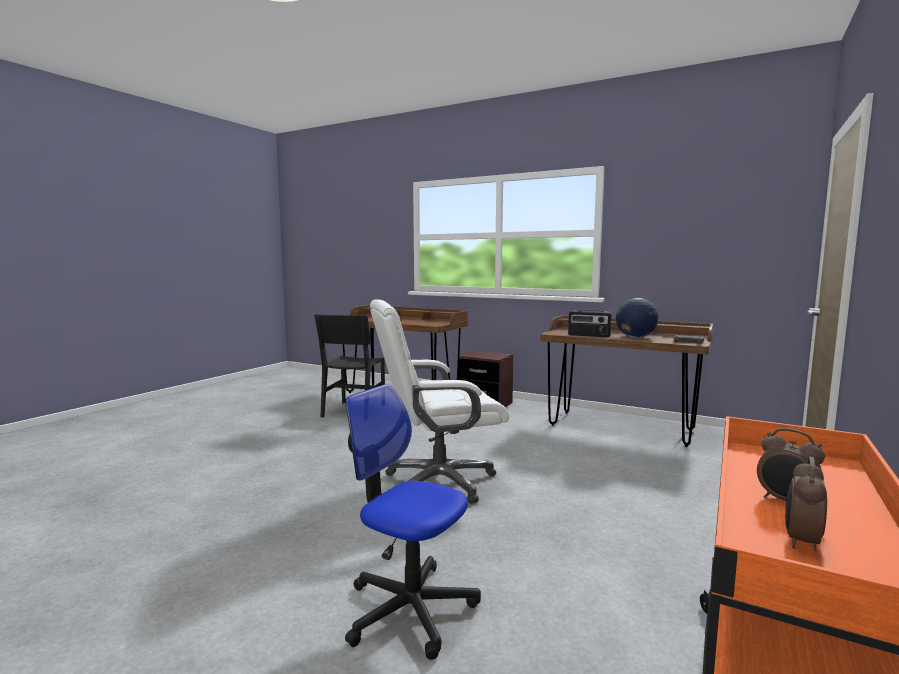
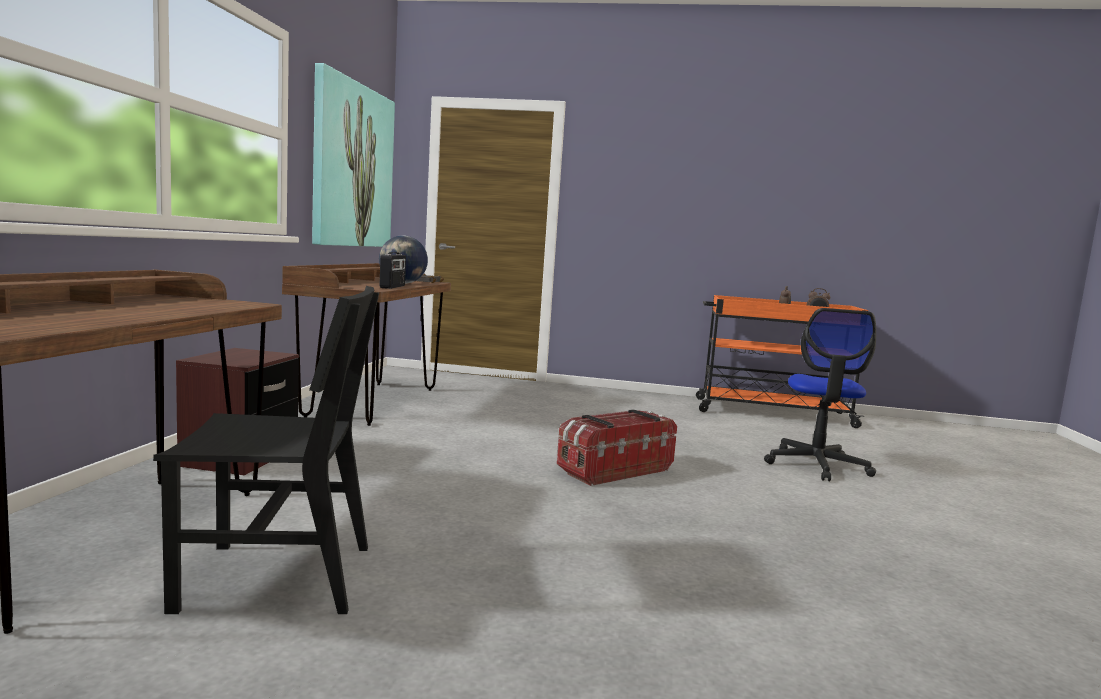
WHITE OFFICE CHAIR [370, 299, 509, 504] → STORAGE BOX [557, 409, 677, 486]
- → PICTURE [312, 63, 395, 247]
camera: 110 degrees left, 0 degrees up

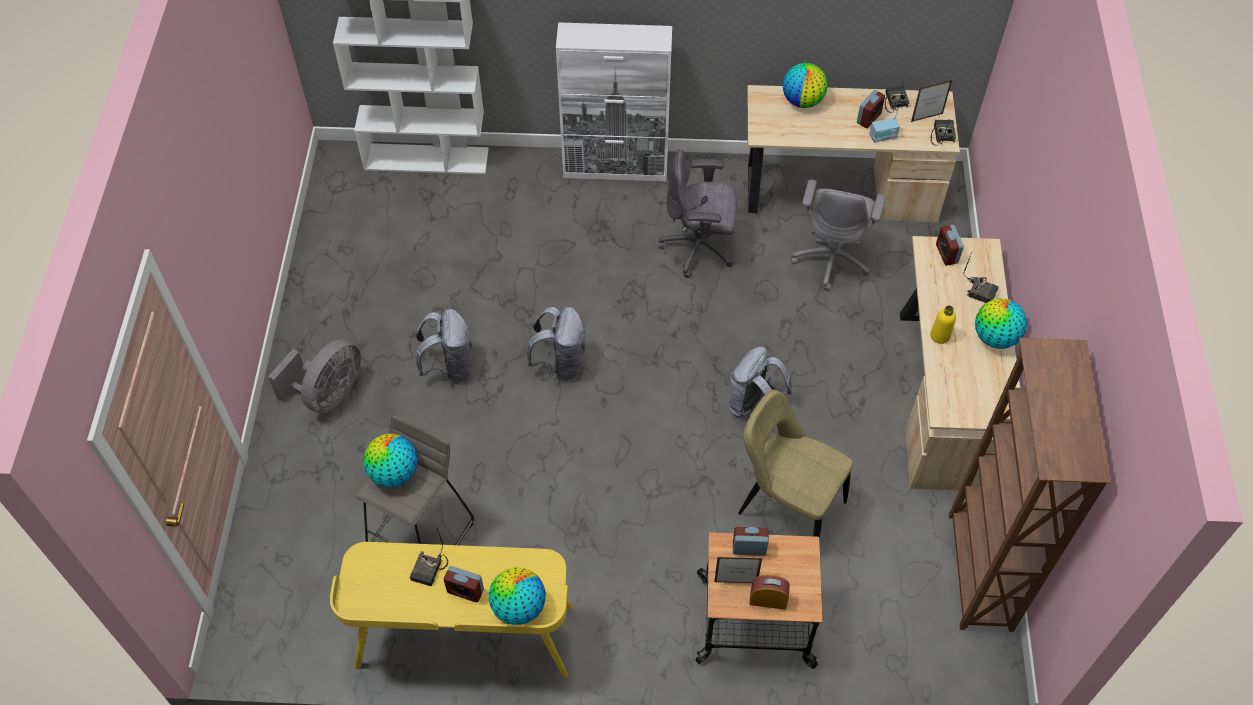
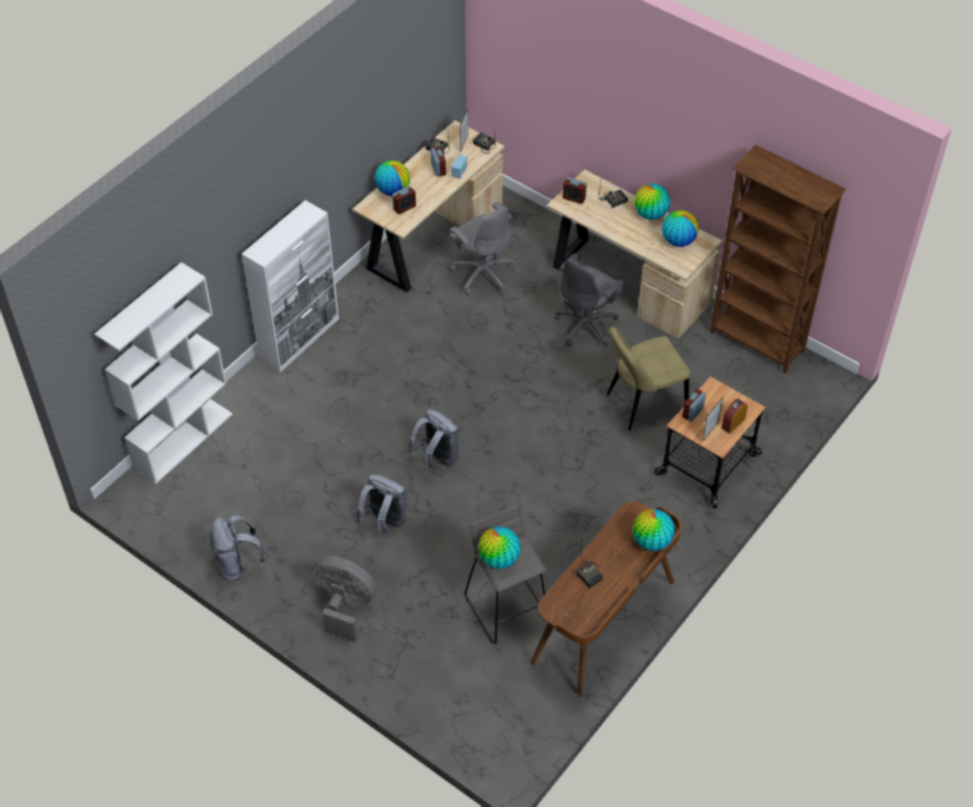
GREY FAN [268, 339, 361, 413] → GREY FAN [312, 556, 376, 642], 45 degrees counterclockwise
YELLOW DESK [330, 542, 573, 678] → BROWN DESK [530, 502, 681, 697]
ALARM CLOCK [444, 566, 484, 602] → ALARM CLOCK [392, 186, 416, 214], moved
GREY OFFICE CHAIR [659, 149, 737, 278] → GREY OFFICE CHAIR [554, 253, 624, 346], moved
GREY BACKPACK [728, 347, 792, 418] → GREY BACKPACK [210, 515, 266, 580], moved
YELLOW BOTTLE [930, 305, 956, 344] → -
- → GLOBE [662, 210, 698, 247]
camera: 55 degrees left, 5 degrees down

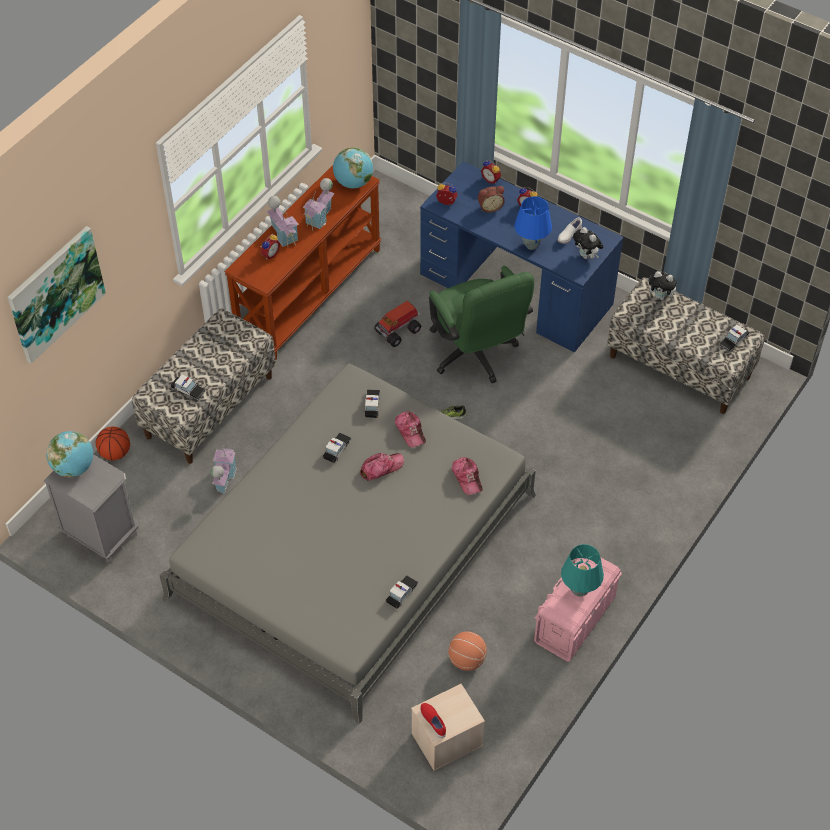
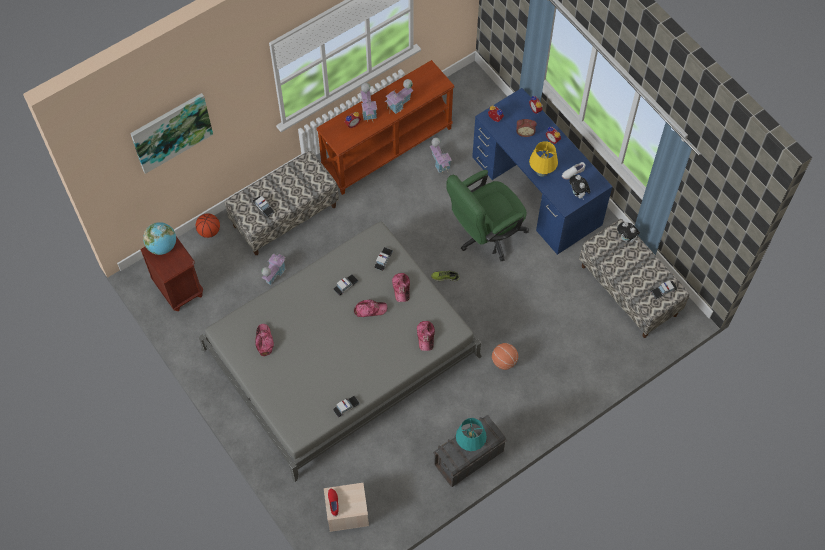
GREY NIGHTSTAND [44, 454, 138, 563] → BROWN NIGHTSTAND [140, 236, 203, 311]
GLOBE [333, 147, 373, 188] → -
TOY TRUCK [374, 301, 421, 347] → -
GREEN OFFICE CHAIR [429, 266, 534, 383] → GREEN OFFICE CHAIR [446, 170, 529, 261], 60 degrees clockwise
BASKETBALL [448, 631, 487, 671] → BASKETBALL [492, 343, 518, 370], moved
BLUE TABLE LAMP [514, 196, 552, 250] → YELLOW TABLE LAMP [529, 141, 558, 177]
PINK STORAGE BOX [534, 558, 622, 662] → GREY STORAGE BOX [433, 415, 507, 487]
- → CAP [255, 324, 274, 356]
- → TOY HOUSE [430, 137, 452, 174]
camera: 20 degrees right, 10 degrees up

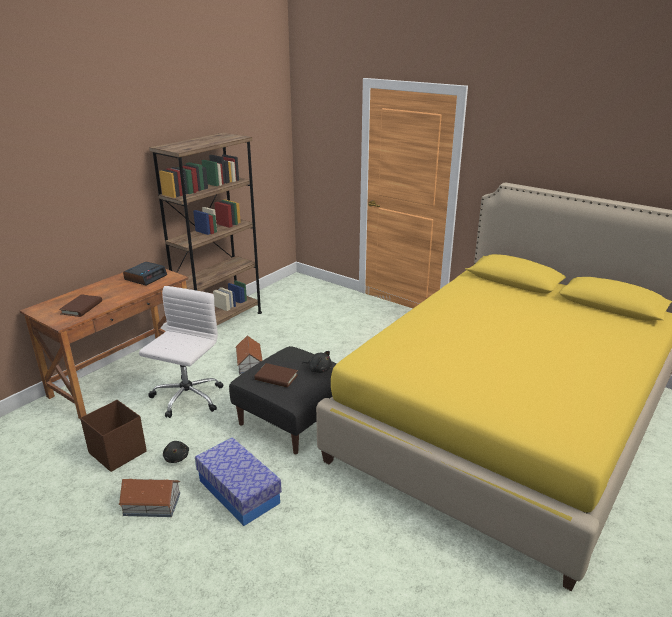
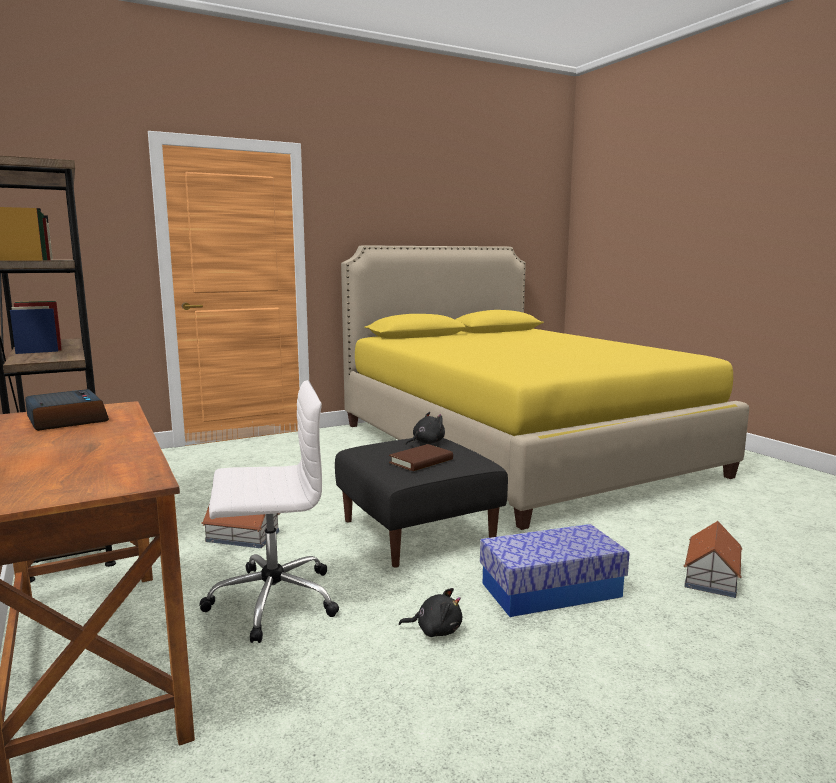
BROWN BOOK [59, 294, 102, 317] → -
BROWN STORAGE BOX [80, 400, 147, 472] → -
TOY HOUSE [118, 479, 180, 517] → TOY HOUSE [683, 521, 742, 598], moved
WHITE OFFICE CHAIR [139, 286, 223, 418] → WHITE OFFICE CHAIR [200, 380, 339, 643], 120 degrees clockwise
camera: 65 degrees left, 15 degrees down

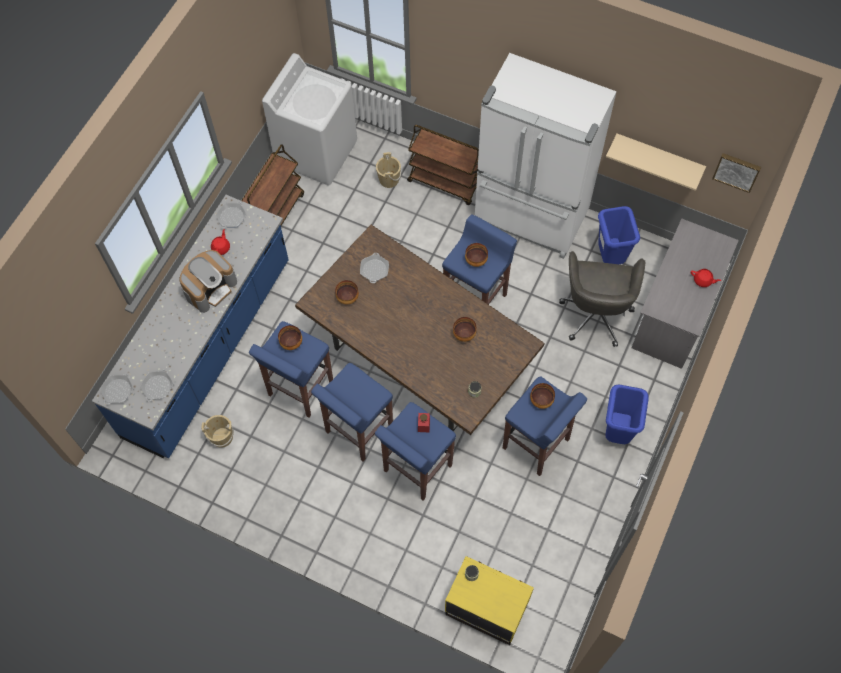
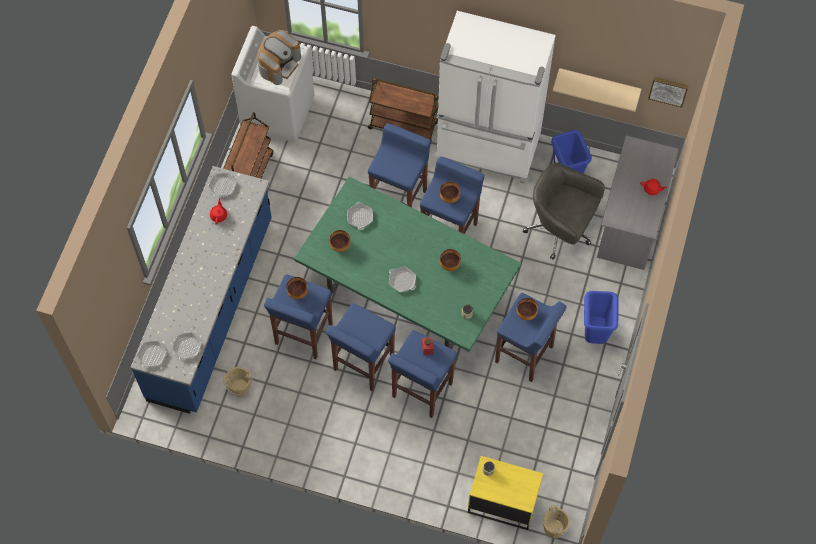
COFFEE MACHINE [179, 250, 237, 313] → COFFEE MACHINE [258, 30, 301, 85], moved
BROWN DINING TABLE [295, 225, 545, 435] → GREEN DINING TABLE [294, 176, 522, 352]
BEIGE BUCKET [376, 152, 401, 188] → BEIGE BUCKET [543, 506, 570, 538], moved
GREY OFFICE CHAIR [559, 251, 645, 347] → GREY OFFICE CHAIR [523, 162, 605, 260], 120 degrees clockwise
- → BLUE STOOL [368, 123, 431, 208]
- → FRYING PAN [389, 266, 416, 292]
camera: 10 degrees left, 0 degrees up

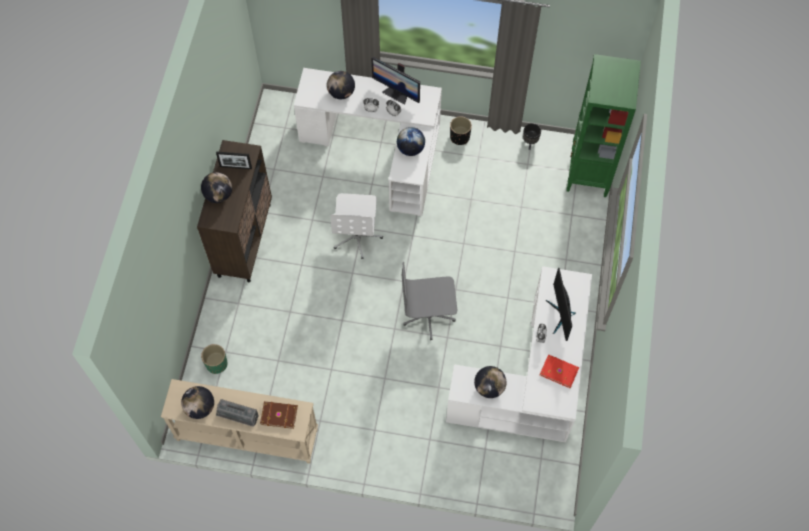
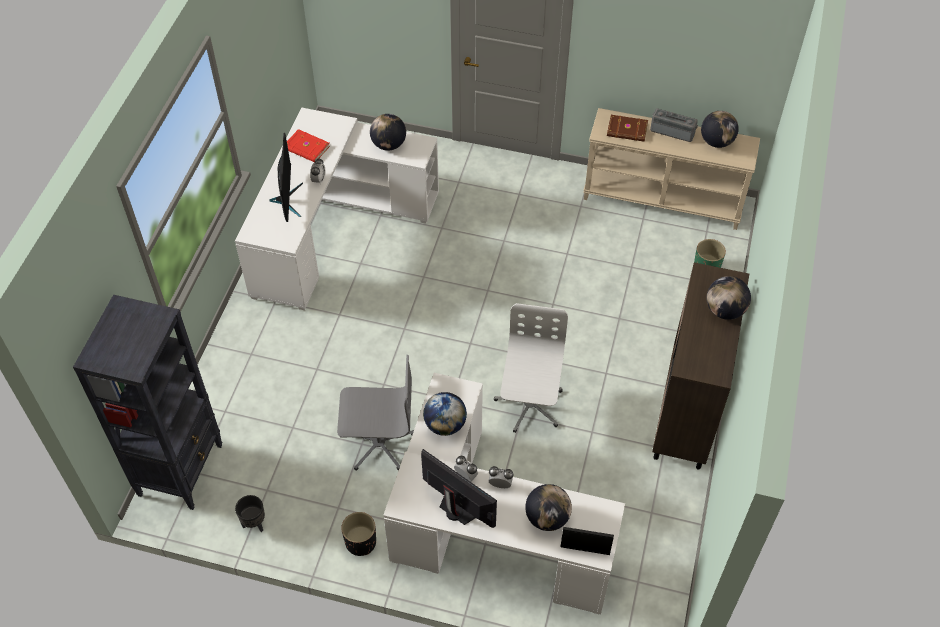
PICTURE FRAME [216, 151, 252, 169] → PICTURE FRAME [561, 527, 614, 555], moved
GREY OFFICE CHAIR [402, 262, 457, 340] → GREY OFFICE CHAIR [337, 355, 414, 471], moved
GREEN BOOKCASE [566, 54, 641, 197] → BLACK BOOKCASE [73, 295, 222, 510]
camera: 175 degrees left, 10 degrees down

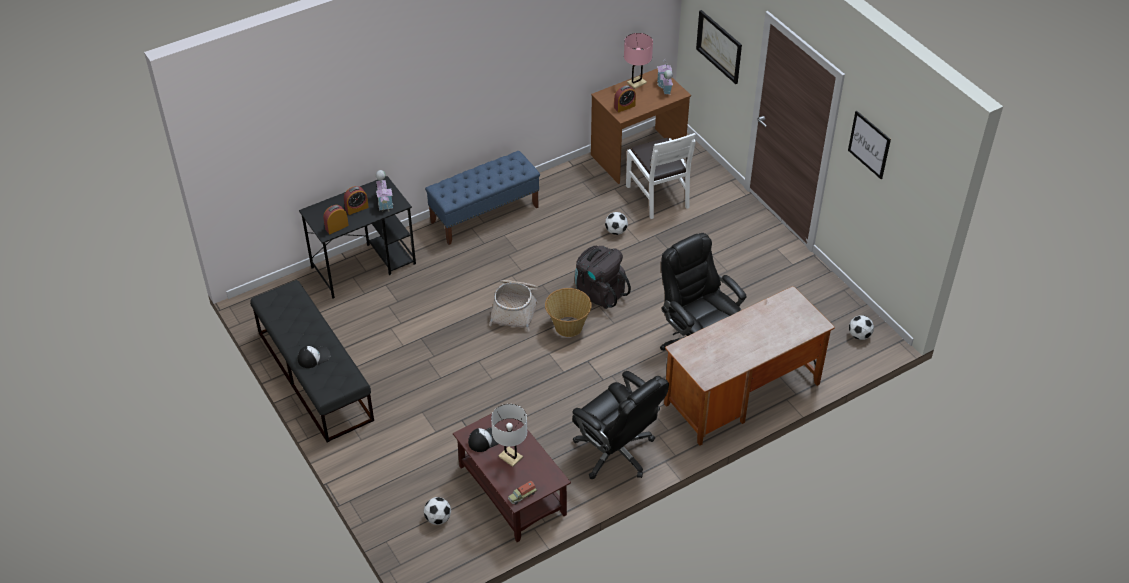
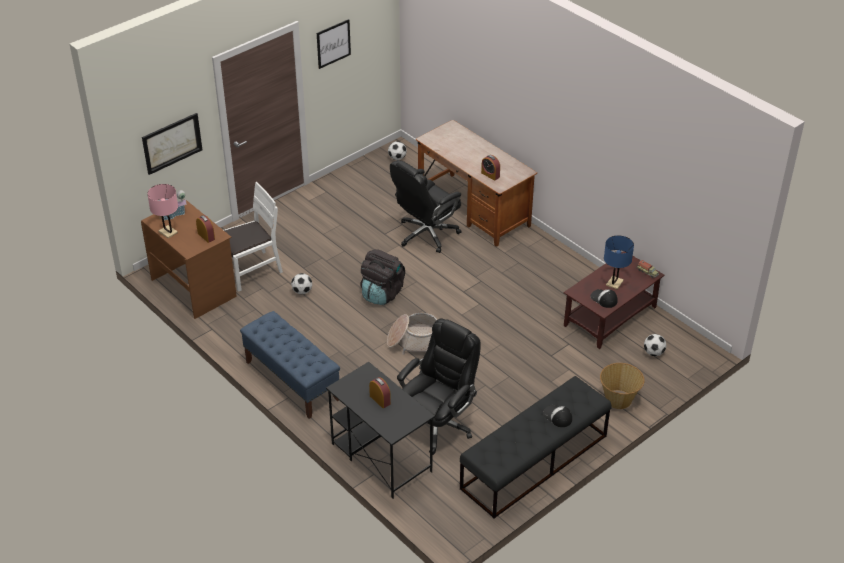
ALARM CLOCK [323, 205, 349, 234] → ALARM CLOCK [481, 155, 500, 181], moved
TOY HOUSE [376, 170, 393, 210] → -
WHITE TABLE LAMP [491, 404, 527, 467] → BLUE TABLE LAMP [604, 235, 634, 289]
BASKET [545, 288, 592, 337] → BASKET [600, 363, 645, 409], moved
BLACK OFFICE CHAIR [572, 371, 669, 479] → BLACK OFFICE CHAIR [397, 318, 480, 455], moved
camera: 100 degrees left, 5 degrees down

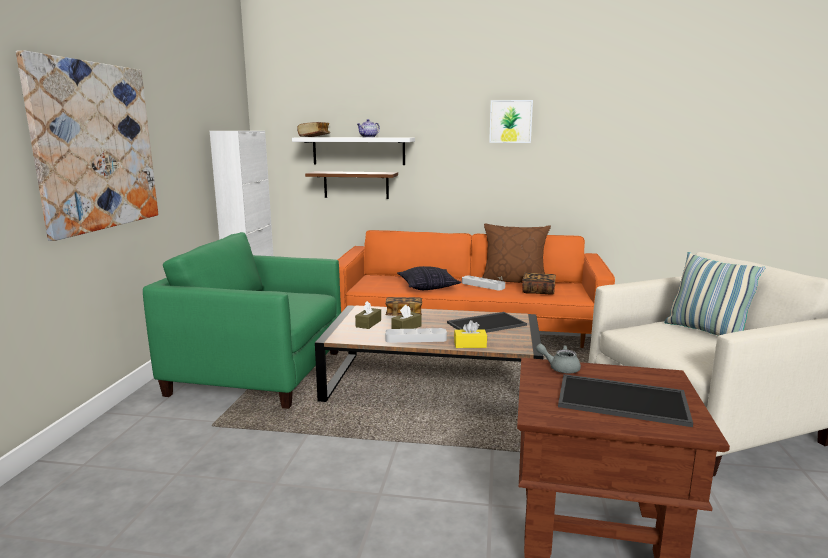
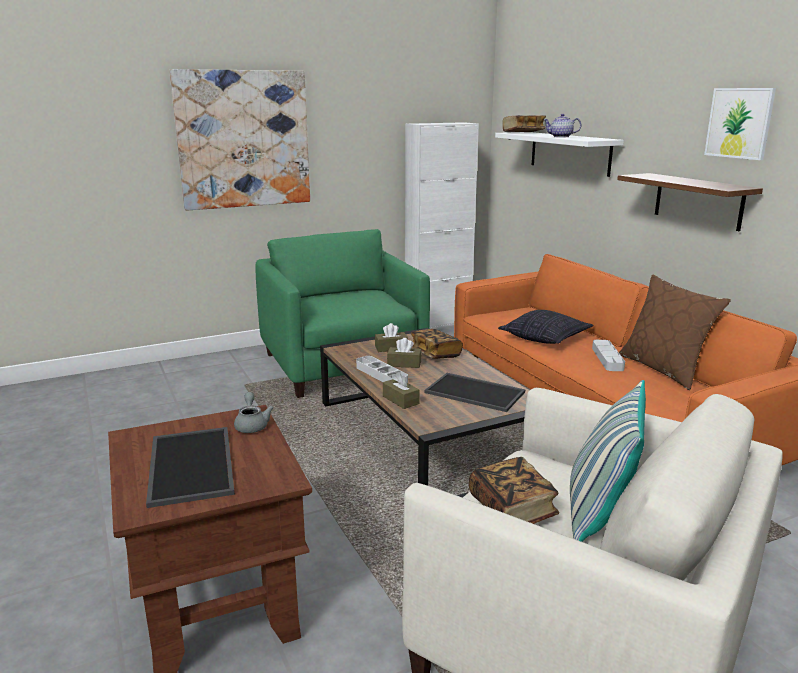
SHELF [305, 171, 398, 199] → SHELF [617, 173, 763, 231], moved
YELLOW TISSUE BOX [454, 320, 487, 348] → BROWN TISSUE BOX [383, 372, 420, 409]
BOOK [522, 273, 556, 295] → BOOK [469, 457, 559, 524], moved
camera: 55 degrees right, 5 degrees up

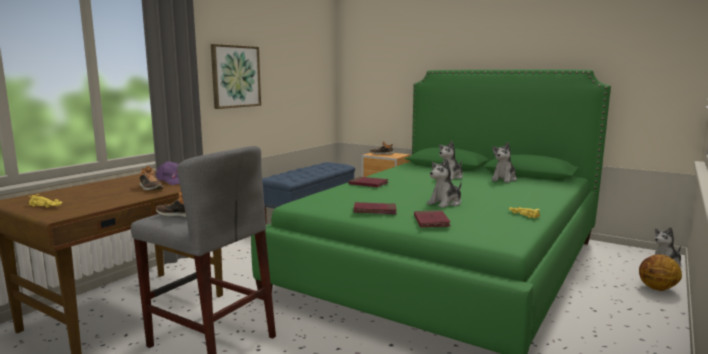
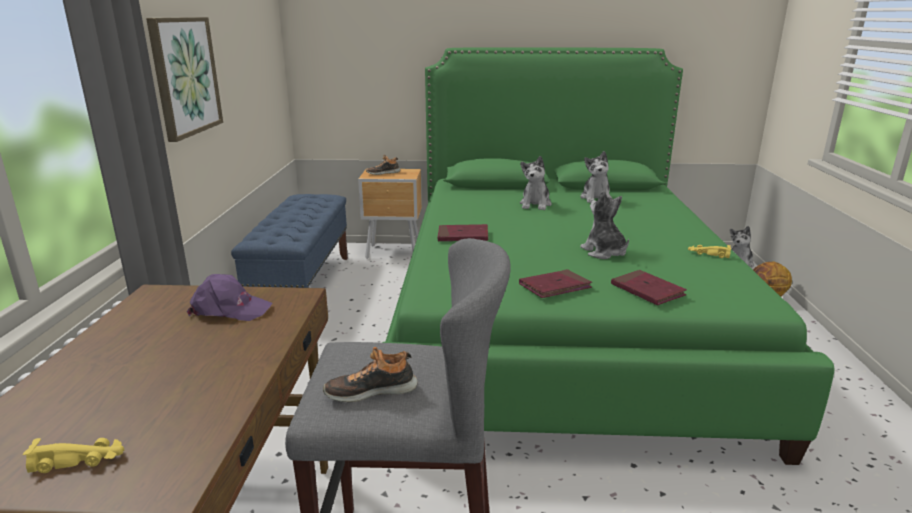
SHOE [139, 166, 164, 190] → -
PLUSH TOY [427, 158, 462, 208] → PLUSH TOY [580, 191, 629, 259], 135 degrees clockwise
camera: 30 degrees left, 10 degrees up

